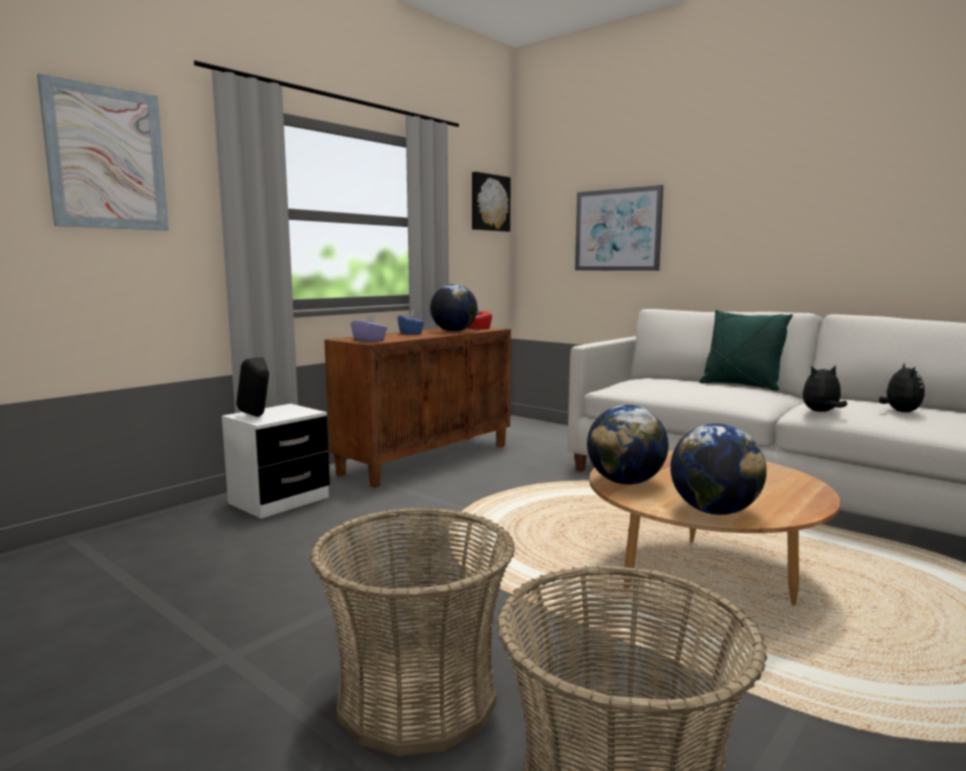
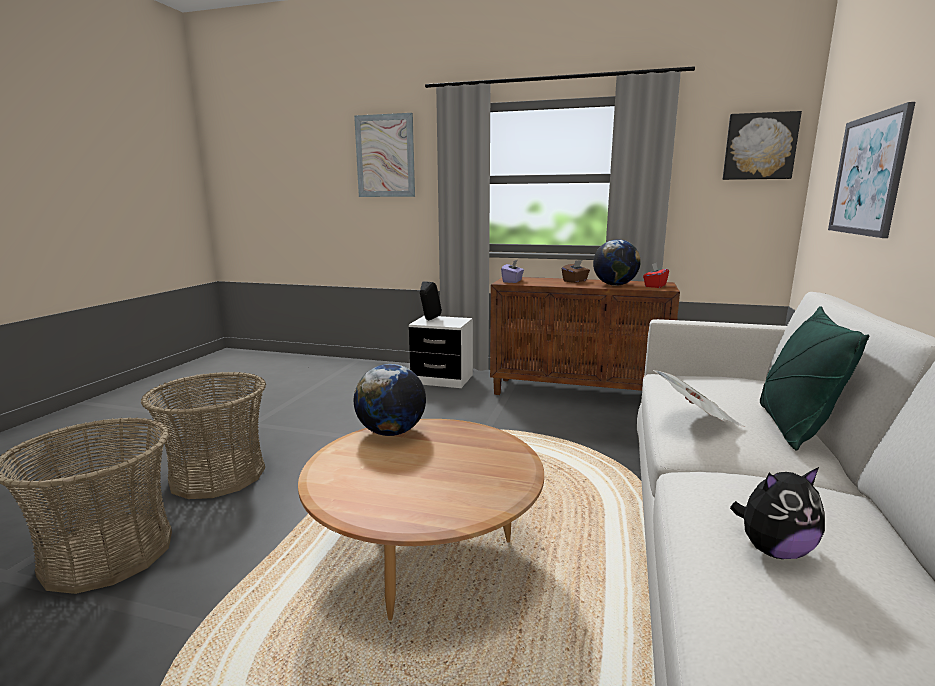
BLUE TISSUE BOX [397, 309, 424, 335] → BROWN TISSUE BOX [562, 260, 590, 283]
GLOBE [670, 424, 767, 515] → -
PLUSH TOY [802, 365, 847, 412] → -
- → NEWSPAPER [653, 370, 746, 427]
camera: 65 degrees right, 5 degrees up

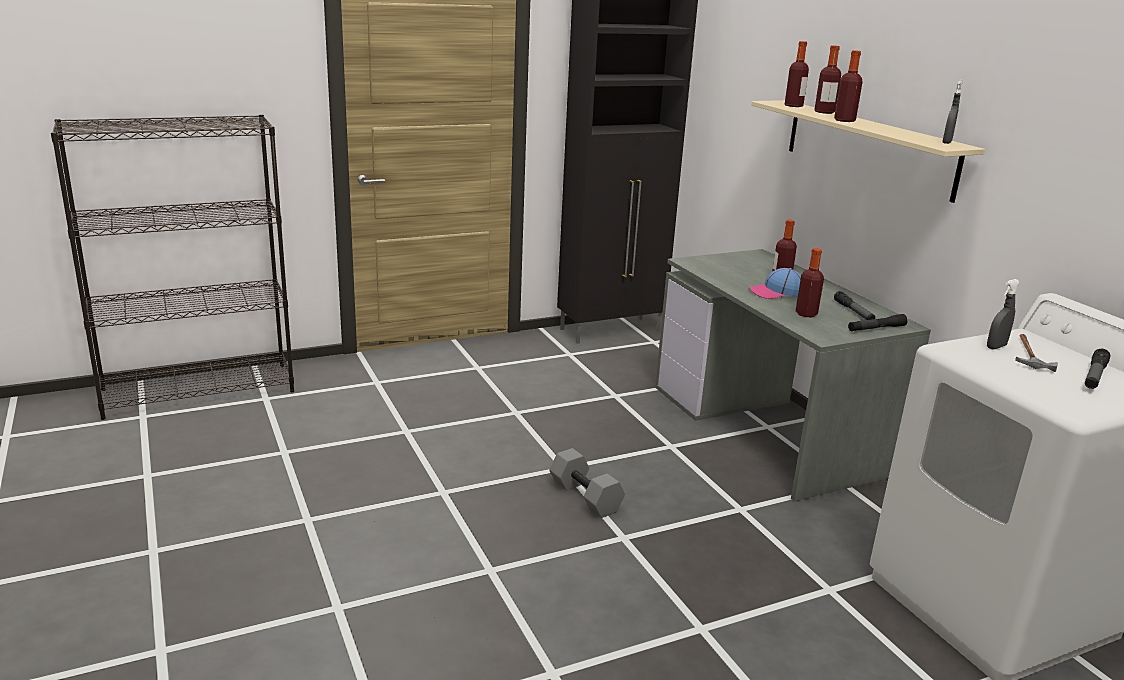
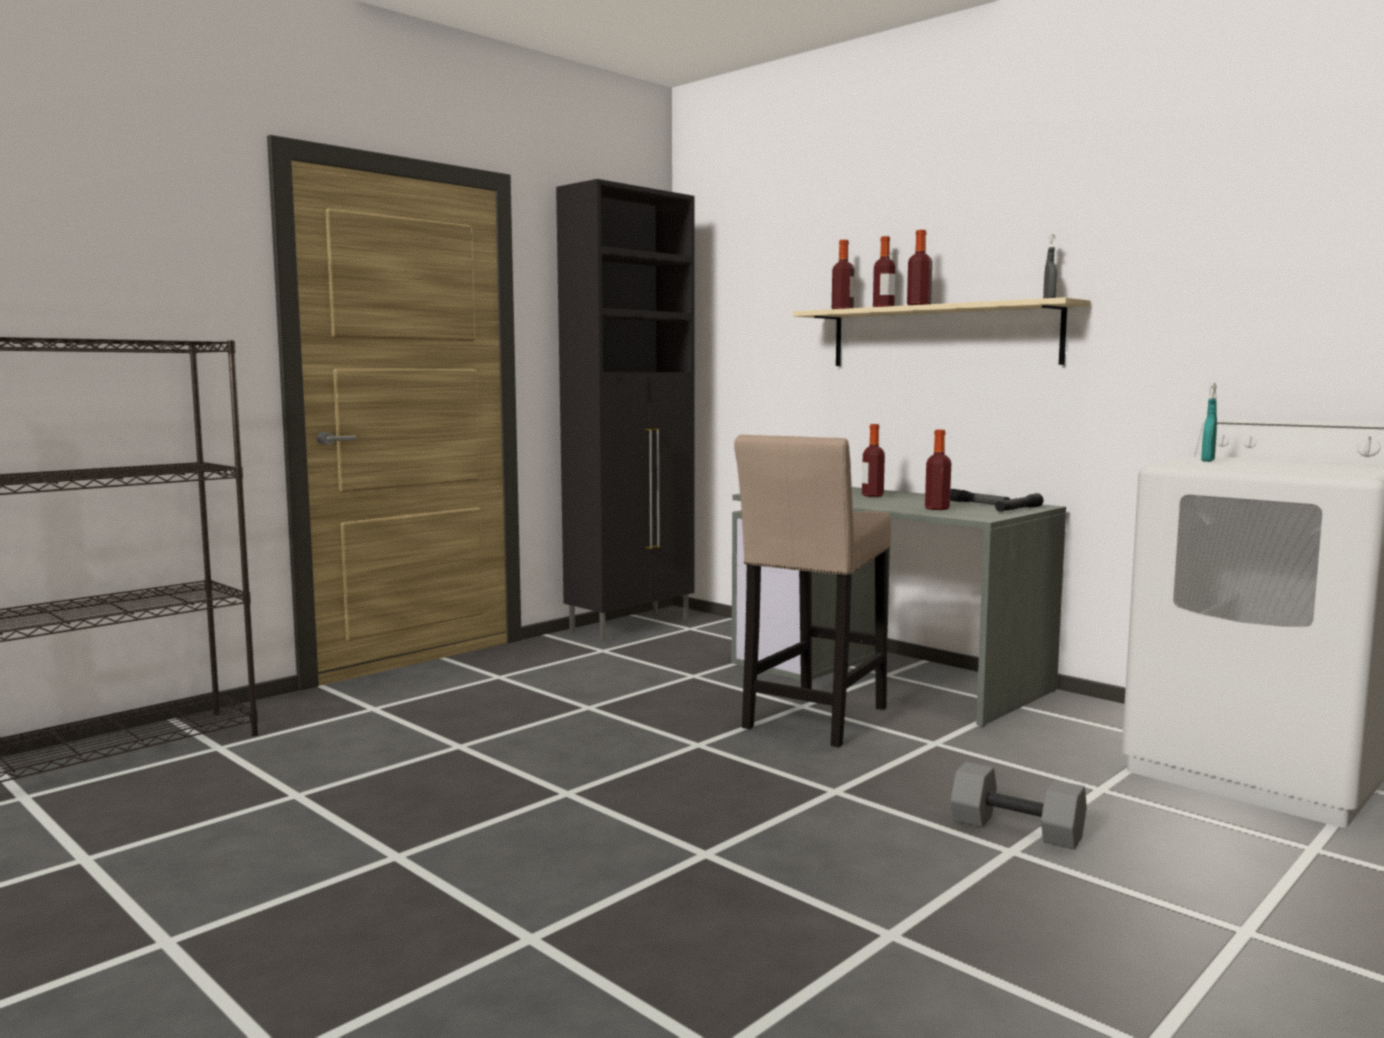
GREY DUMBBELL [550, 448, 625, 518] → GREY DUMBBELL [951, 762, 1087, 849], moved
CAP [749, 268, 801, 299] → -
GREY SPRAY BOTTLE [987, 279, 1020, 350] → TURQUOISE SPRAY BOTTLE [1201, 382, 1217, 462]
HAMMER [1015, 334, 1058, 372] → -
FLASHLIGHT [1085, 349, 1110, 389] → -
- → BEIGE STOOL [734, 435, 891, 747]
camera: 20 degrees left, 15 degrees down

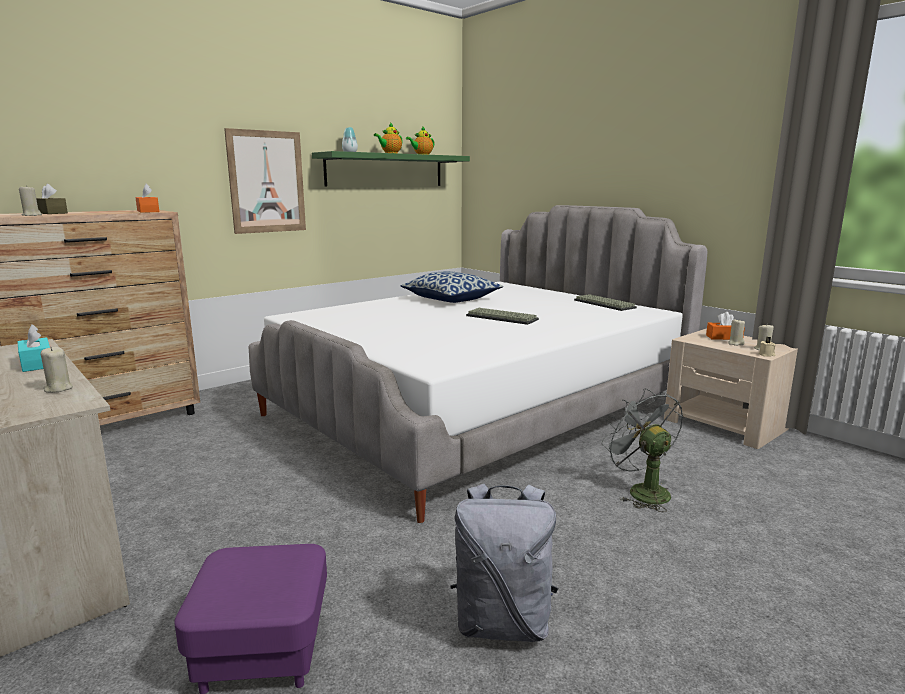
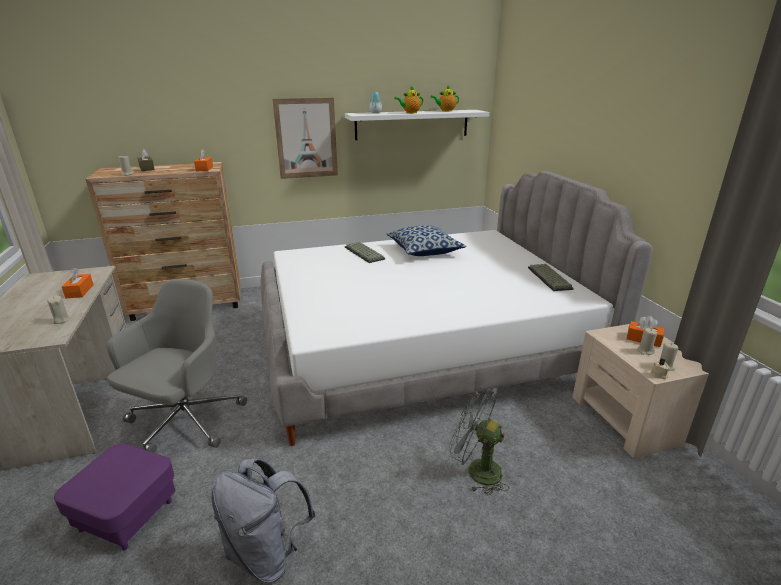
TURQUOISE TISSUE BOX [18, 324, 50, 372] → ORANGE TISSUE BOX [62, 268, 94, 298]
GREEN SHELF [312, 151, 470, 186] → WHITE SHELF [345, 110, 489, 140]
KEYBOARD [466, 308, 539, 325] → KEYBOARD [345, 242, 385, 263], moved
GREY FAN [601, 389, 683, 512] → GREY FAN [449, 386, 509, 496], 60 degrees counterclockwise
- → GREY OFFICE CHAIR [107, 279, 247, 453]
camera: 25 degrees right, 10 degrees up

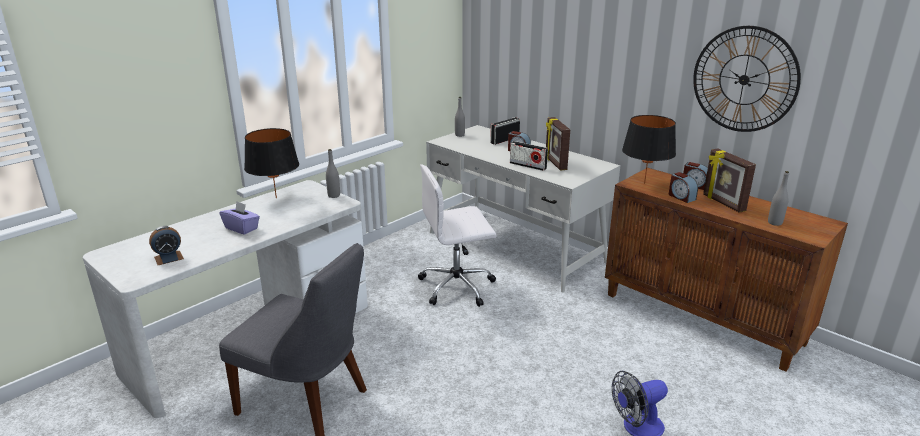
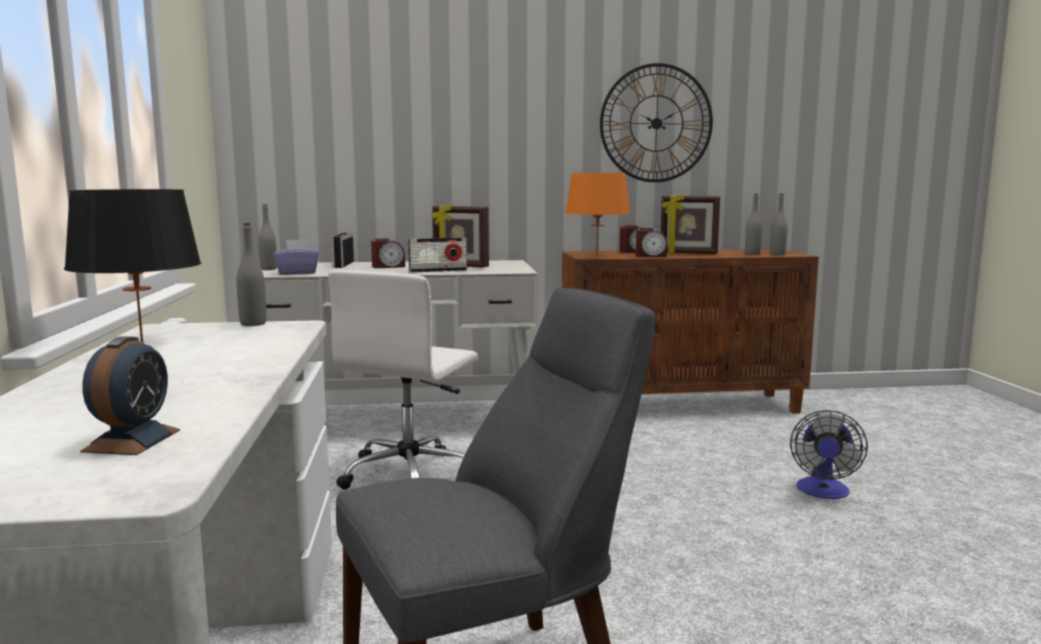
PURPLE TISSUE BOX [219, 201, 260, 235] → PURPLE TISSUE BOX [274, 239, 319, 275], moved
BLACK TABLE LAMP [622, 115, 676, 184] → ORANGE TABLE LAMP [565, 173, 630, 256]
- → GREY BOTTLE [770, 194, 788, 256]
camera: 50 degrees left, 15 degrees down

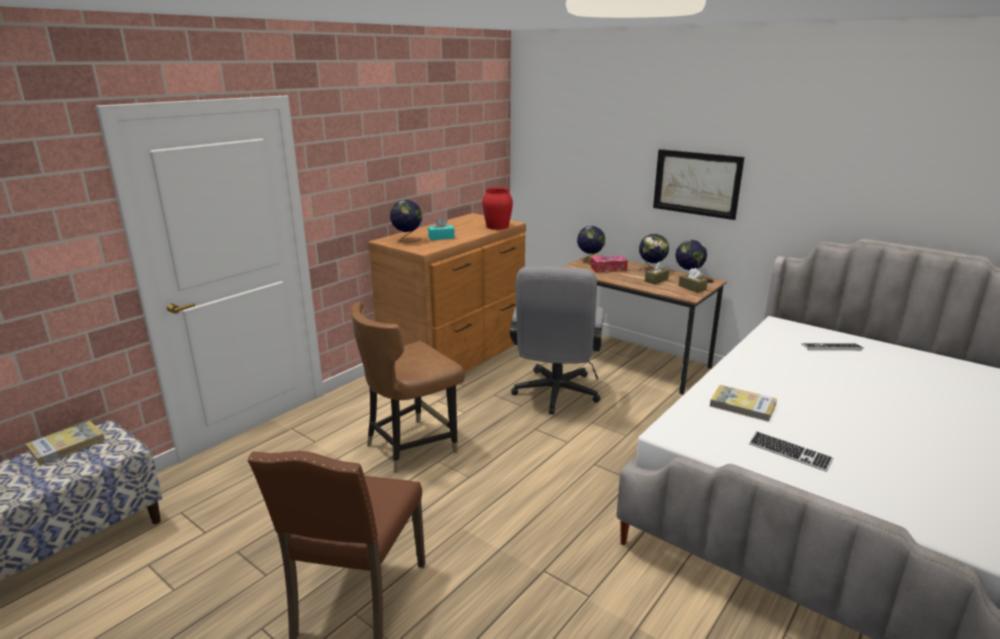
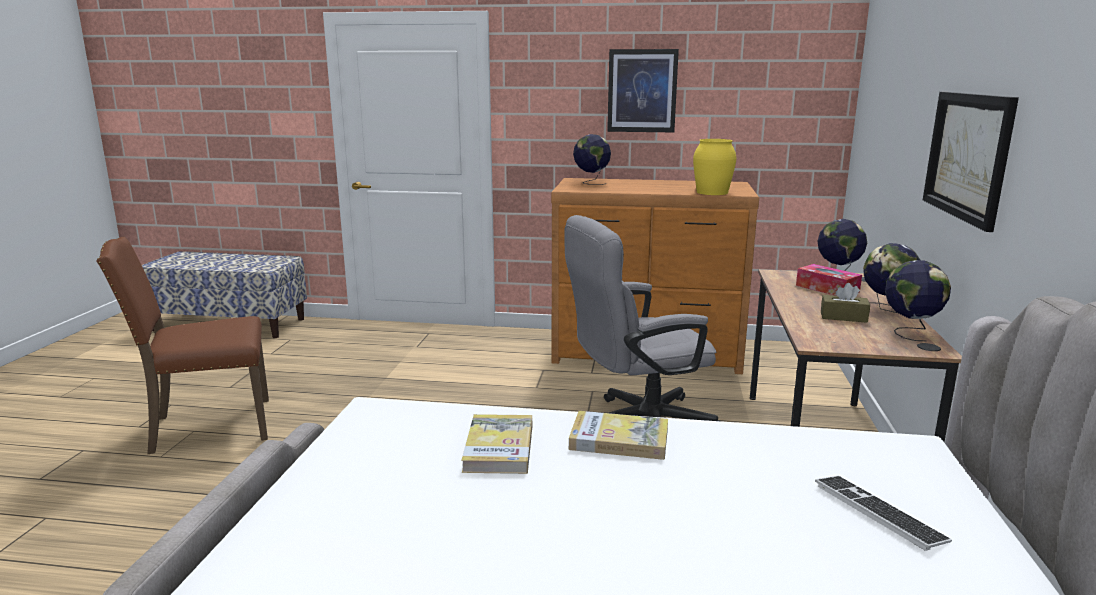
BOOK [26, 421, 105, 465] → BOOK [569, 411, 668, 460], moved
BROWN CHAIR [351, 302, 465, 472] → -
TURQUOISE TISSUE BOX [428, 218, 455, 240] → -
RED VASE [482, 187, 513, 230] → YELLOW VASE [693, 139, 736, 195]
BROWN TISSUE BOX [679, 268, 708, 293] → -
KEYBOARD [749, 431, 834, 472] → -
- → PICTURE [607, 49, 679, 132]
camera: 60 degrees right, 5 degrees down

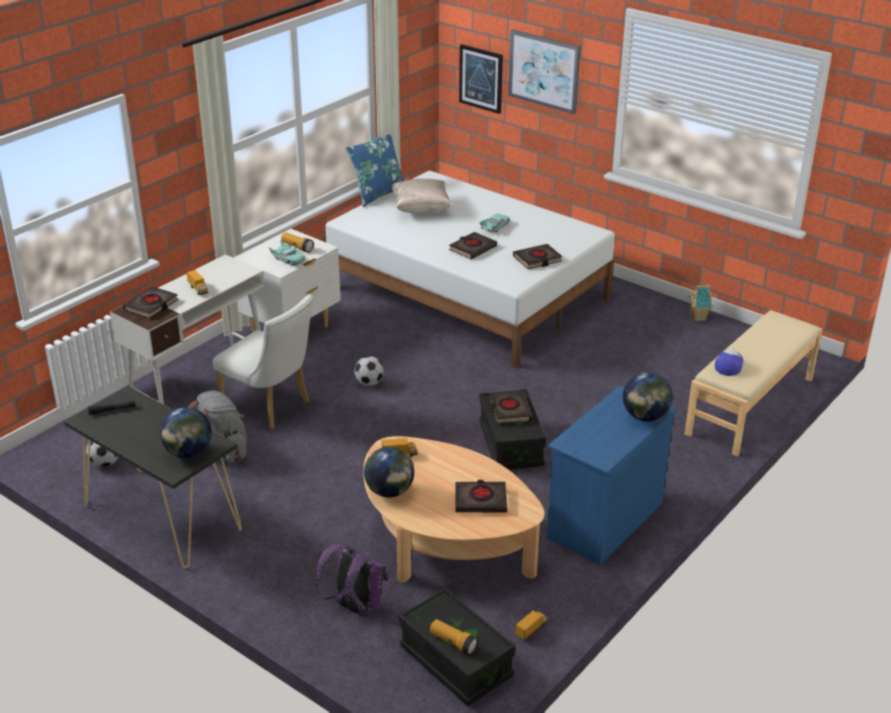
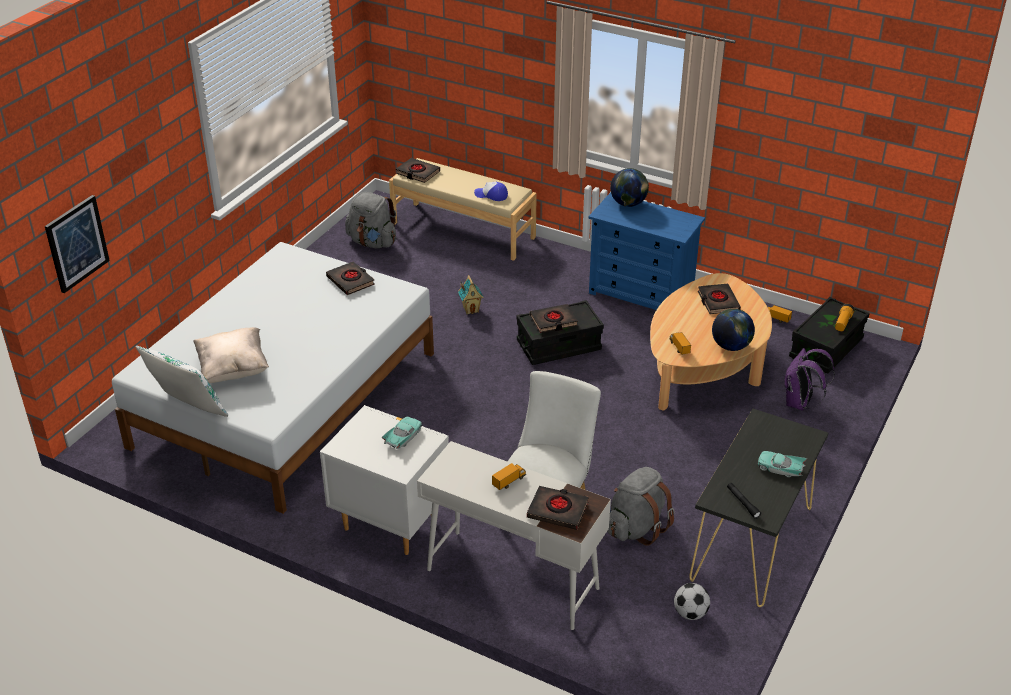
GLOBE [160, 407, 212, 458] → -
FLASHLIGHT [281, 232, 314, 253] → -
BLUE PILLOW [346, 133, 404, 207] → WHITE PILLOW [136, 346, 228, 417]
FOOTBALL [354, 356, 384, 386] → -
BLACK BOOK [449, 232, 497, 259] → BLACK BOOK [396, 158, 440, 183], moved
TURQUOISE TOY CAR [479, 214, 510, 232] → TURQUOISE TOY CAR [757, 451, 808, 477], moved
PICTURE [508, 30, 580, 114] → -
TOY HOUSE [689, 284, 713, 321] → TOY HOUSE [458, 275, 484, 315], moved
- → GREY BACKPACK [345, 192, 396, 248]
camera: 100 degrees left, 5 degrees up

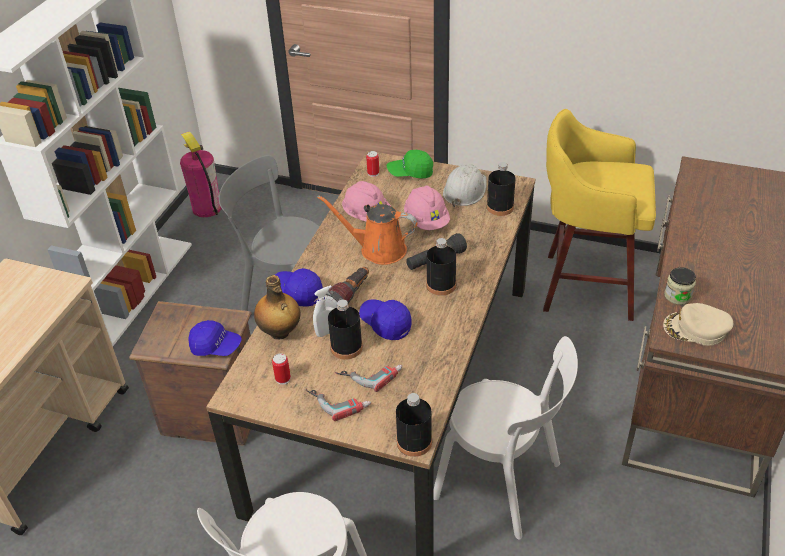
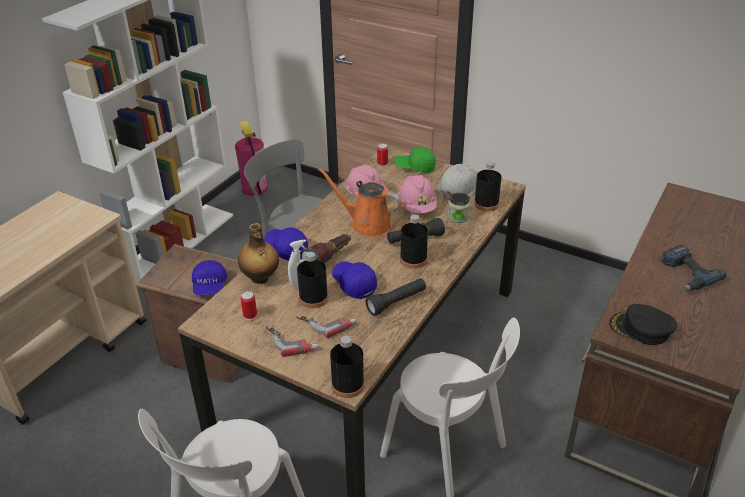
BLUE CAP [188, 320, 242, 356] → BLUE CAP [192, 260, 227, 295], 60 degrees clockwise
YELLOW STOOL [543, 109, 656, 321] → -
BEIGE CAP [663, 303, 733, 346] → BLACK CAP [609, 304, 677, 345]
JAR [664, 267, 696, 305] → JAR [447, 193, 470, 223], moved
- → BLACK FLASHLIGHT [365, 278, 426, 315]
- → POWER DRILL [661, 245, 727, 291]
camera: 10 degrees right, 5 degrees down

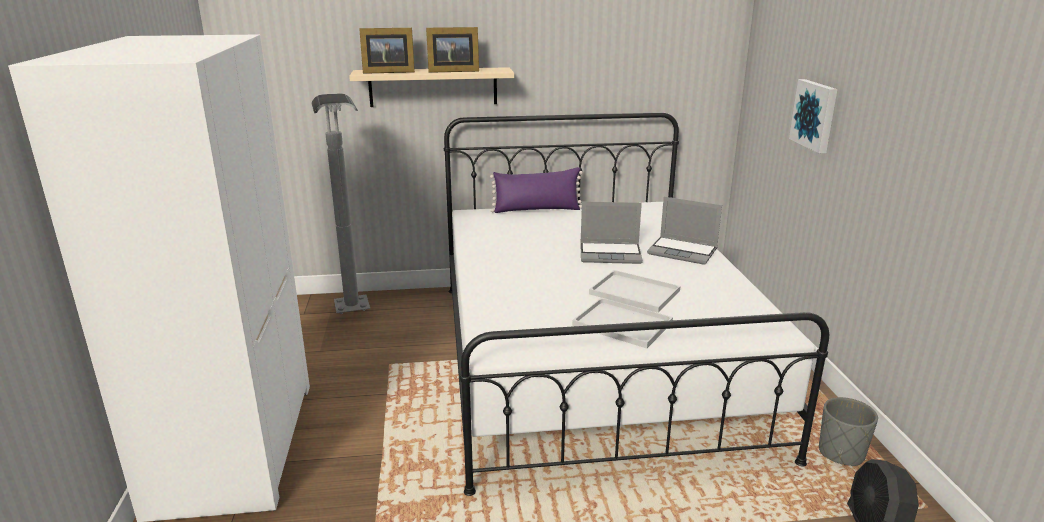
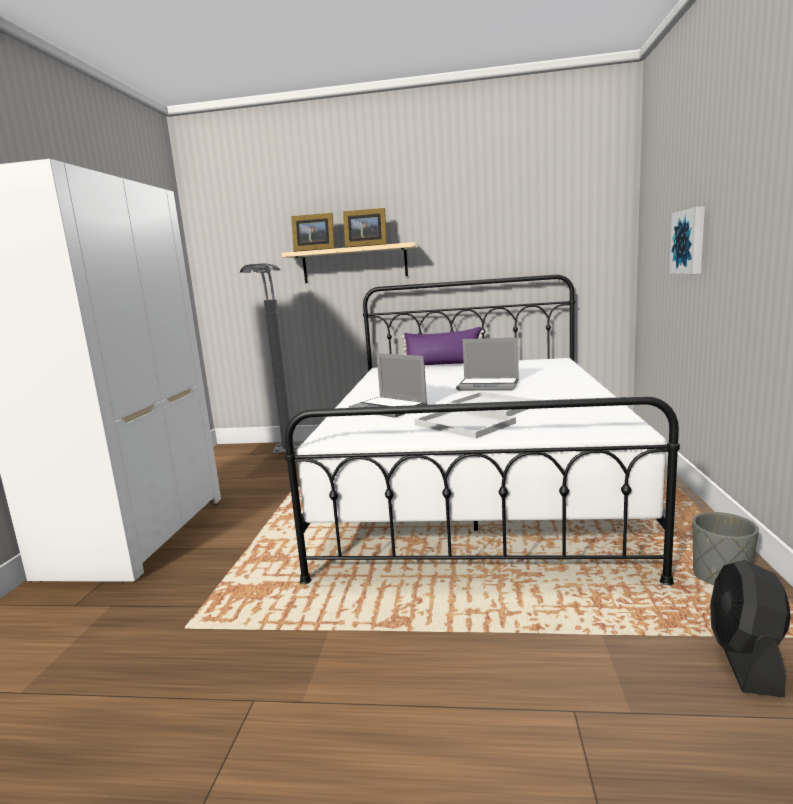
LAPTOP [647, 197, 722, 265] → LAPTOP [349, 353, 427, 418], moved
camera: 15 degrees right, 10 degrees down

